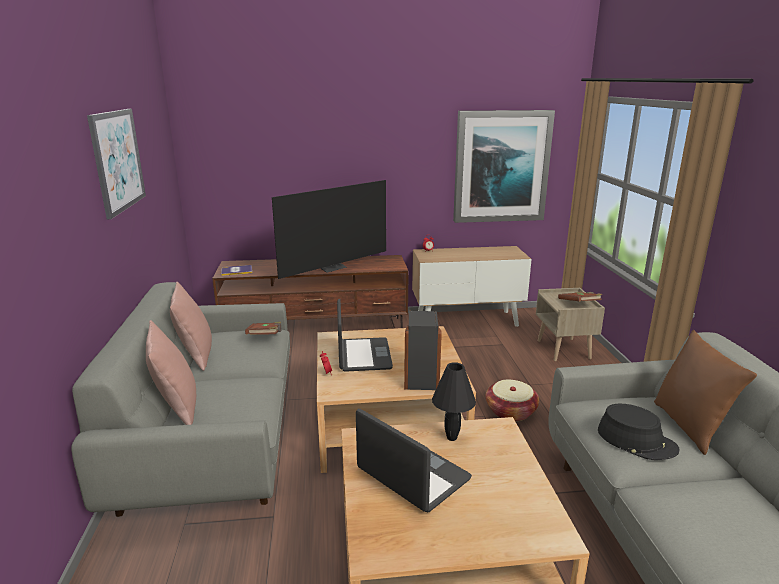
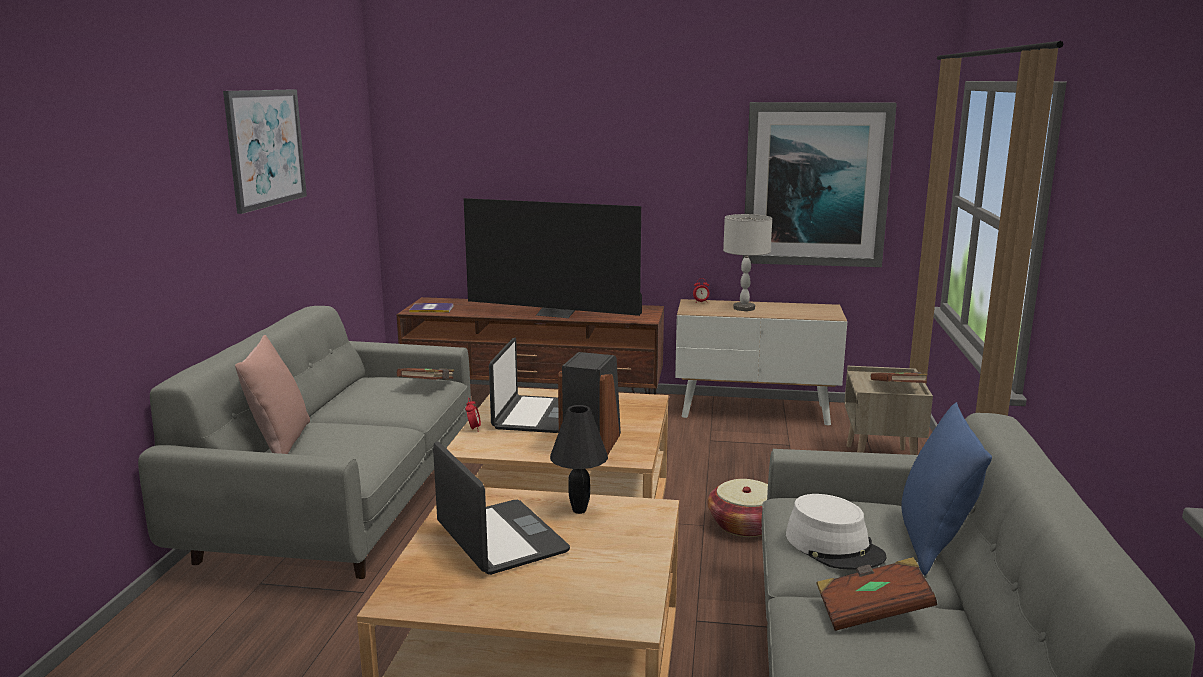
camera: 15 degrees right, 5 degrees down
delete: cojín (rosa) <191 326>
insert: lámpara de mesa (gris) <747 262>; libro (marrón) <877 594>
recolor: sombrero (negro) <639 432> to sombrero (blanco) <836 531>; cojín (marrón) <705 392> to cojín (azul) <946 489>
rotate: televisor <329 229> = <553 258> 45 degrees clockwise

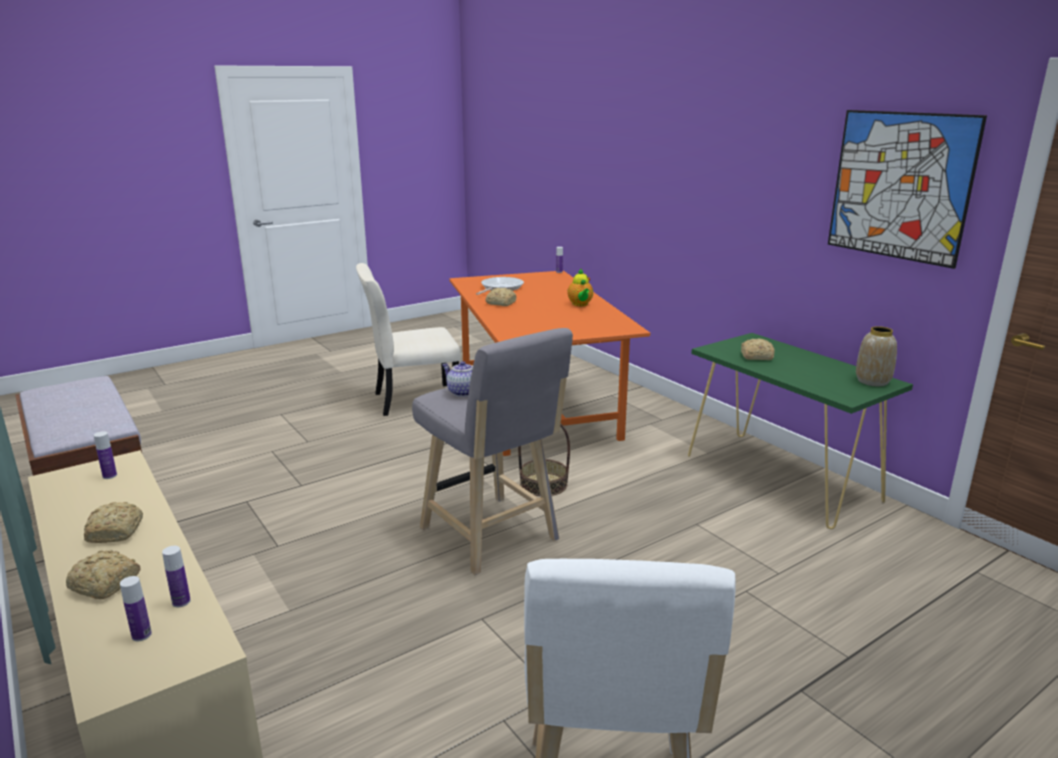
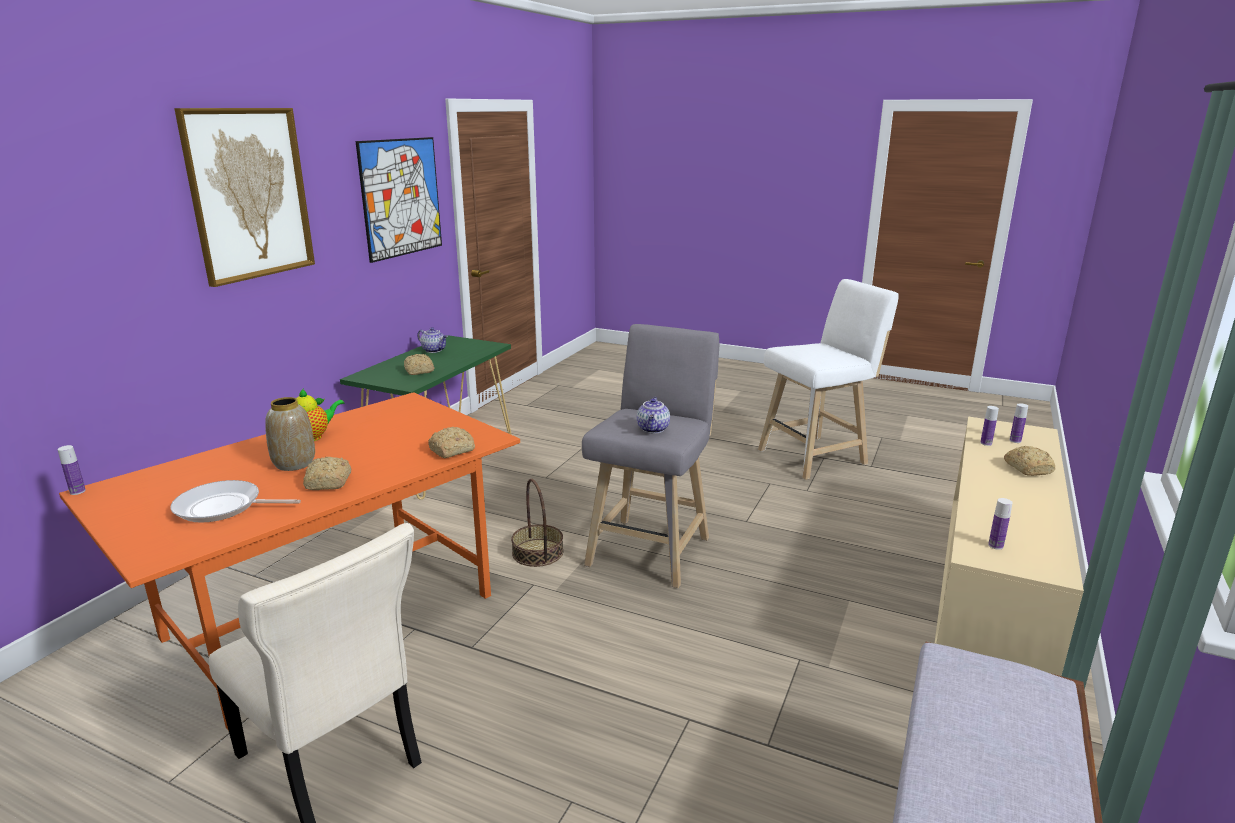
camera: 120 degrees left, 0 degrees up
insert: cuadro <244 197>; tetera <432 340>
move: pan <113 522> to <451 442>; florero <876 356> to <290 434>

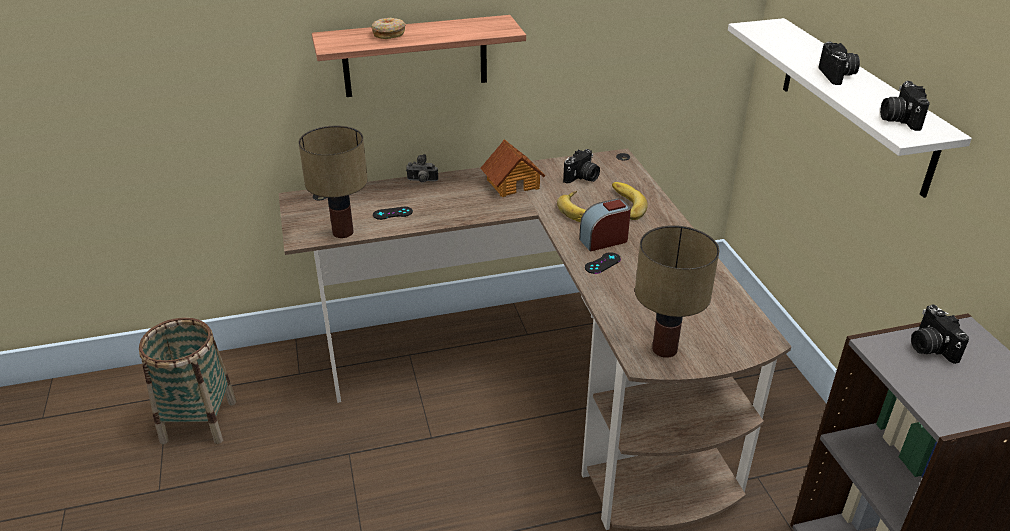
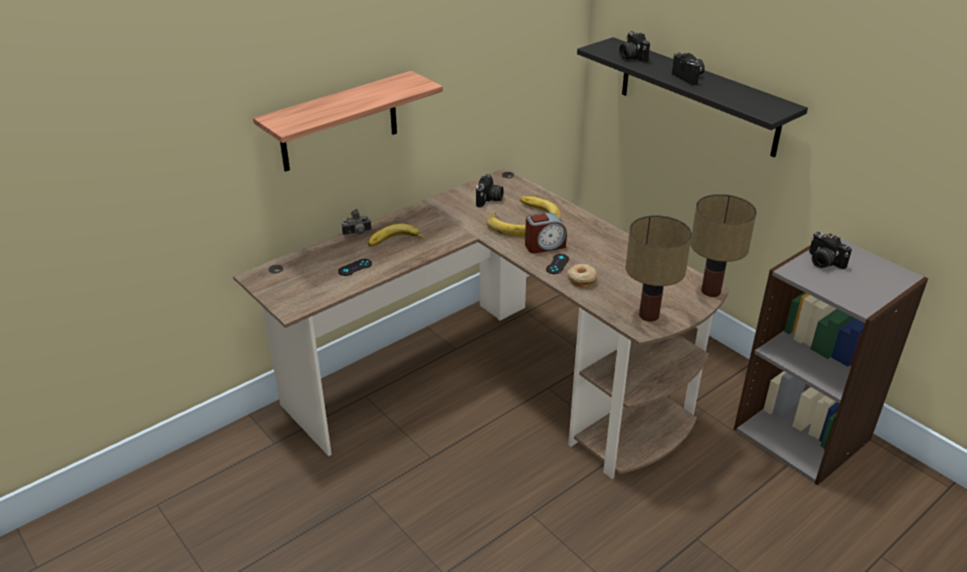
camera: 25 degrees left, 0 degrees up
delete: cesta <188 381>; casita <513 168>
insert: plátano <396 235>
move: lámpara de mesa <333 182> to <723 245>; rosquilla <388 28> to <582 275>; cámara <905 106> to <634 46>
recolor: estante (blanco) <850 108> to estante (negro) <692 97>
rotate: despertador <605 225> = <546 233> 150 degrees counterclockwise

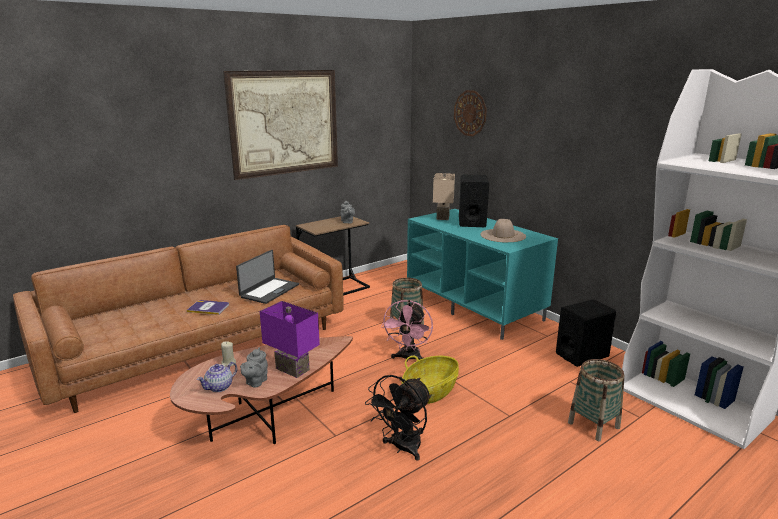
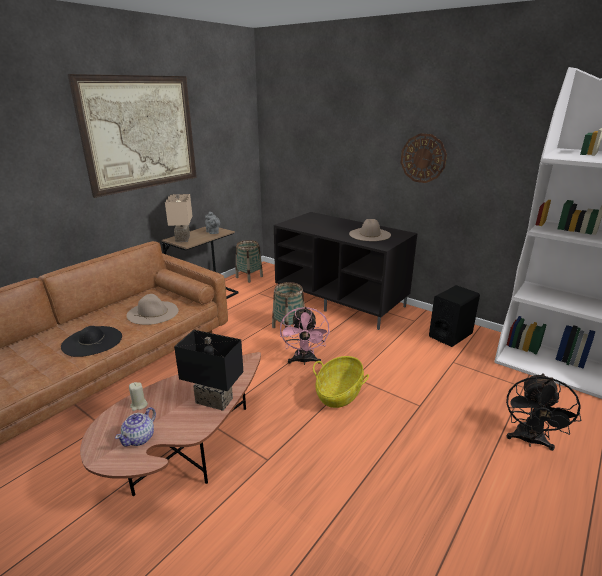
camera: 15 degrees left, 5 degrees up
delete: tetera (gris) <254 367>; altavoz (negro) <474 200>
move: ventilador (negro) <398 418> to <543 412>; lámpara de mesa (beis) <444 196> to <178 218>; reloj de pared <470 113> to <424 158>; cesta <596 400> to <249 261>
replace: libro <208 307> to sombrero (negro) <91 341>; portátil <267 277> to sombrero (beis) <152 309>
recolor: lámpara de mesa (morado) <290 339> to lámpara de mesa (negro) <208 370>; mueble de televisión (turquesa) <482 274> to mueble de televisión (negro) <346 271>

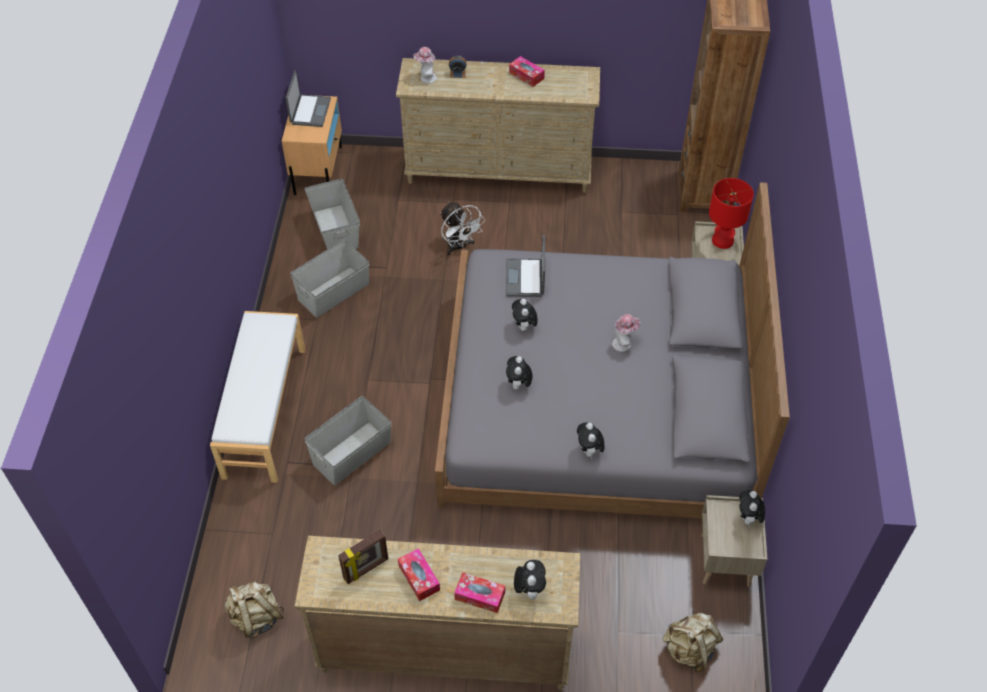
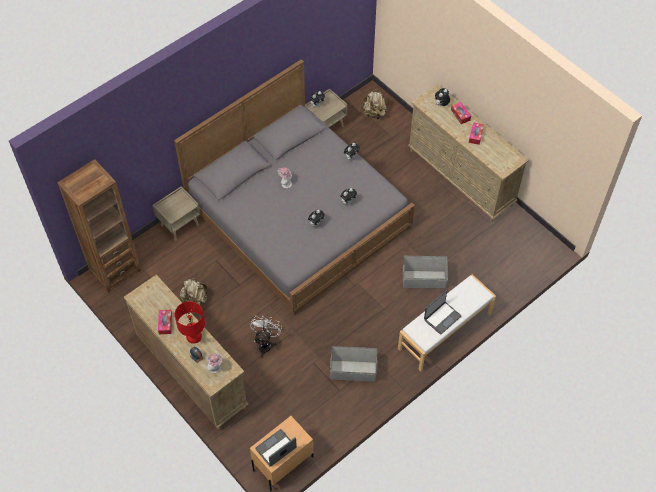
camera: 135 degrees left, 5 degrees up
delete: caja de almacenaje (gris) <332 214>; portarretratos <363 557>
move: mochila (beis) <254 609> to <194 292>; portátil <525 266> to <442 312>; lámpara de mesa (rojo) <731 213> to <190 322>

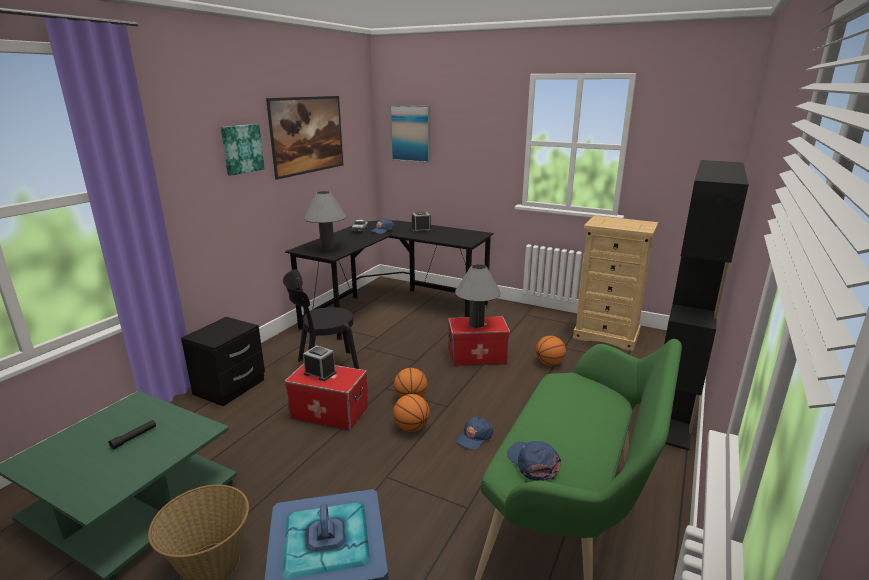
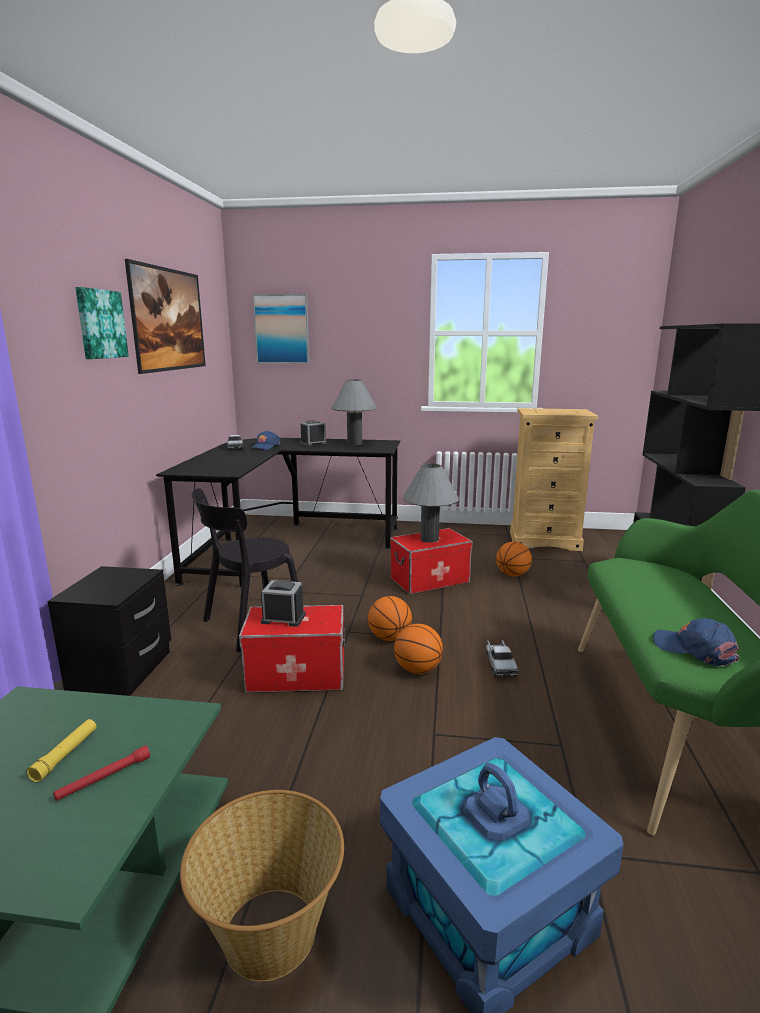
camera: 20 degrees left, 5 degrees down
insert: linterna (rojo) <101 773>
move: lámpara de mesa (gris) <325 221> to <354 412>
replace: gorra (azul) <474 433> to camión de juguete <502 658>
recolor: linterna (negro) <132 435> to linterna (amarillo) <61 750>

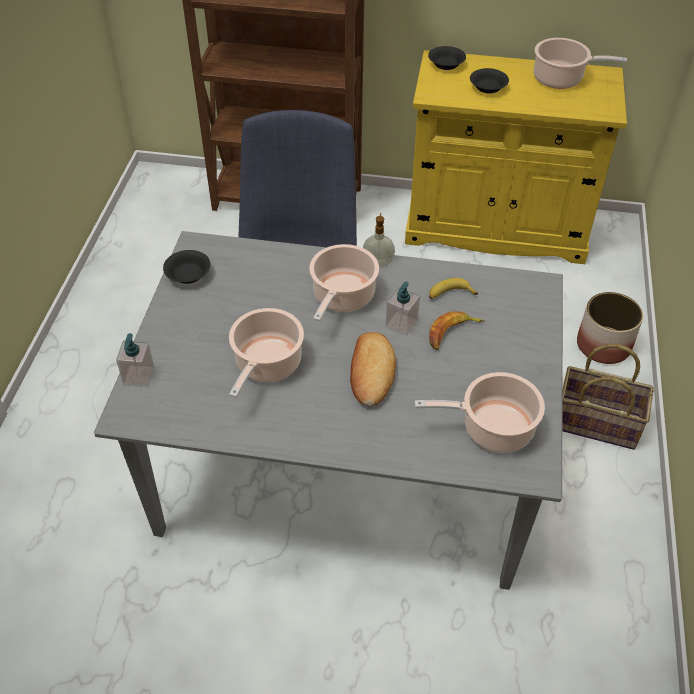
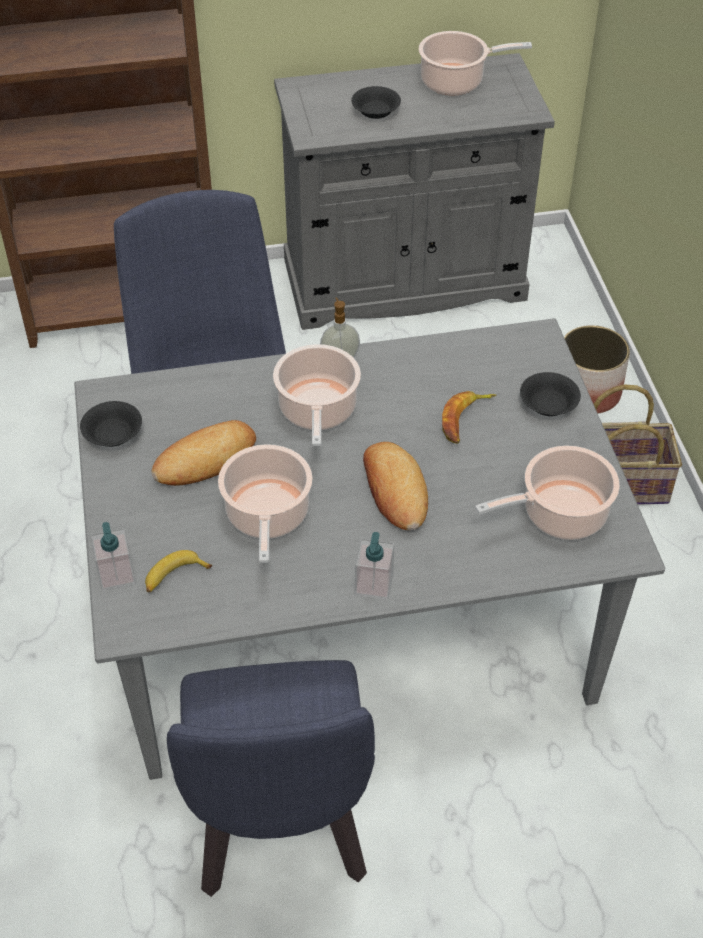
camera: 20 degrees left, 0 degrees up
insert: pan <203 453>; silla (azul) <271 778>
move: dispensador de jabón <402 309> to <374 566>; cuenco (negro) <447 58> to <550 394>; plátano <453 288> to <178 571>
recolor: armario (amarillo) <516 157> to armario (gris) <414 191>

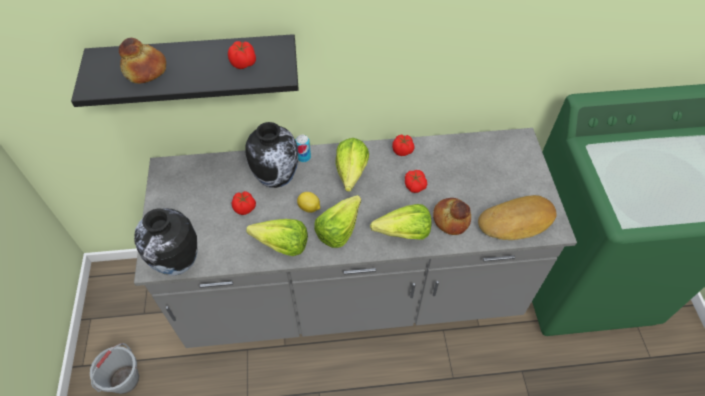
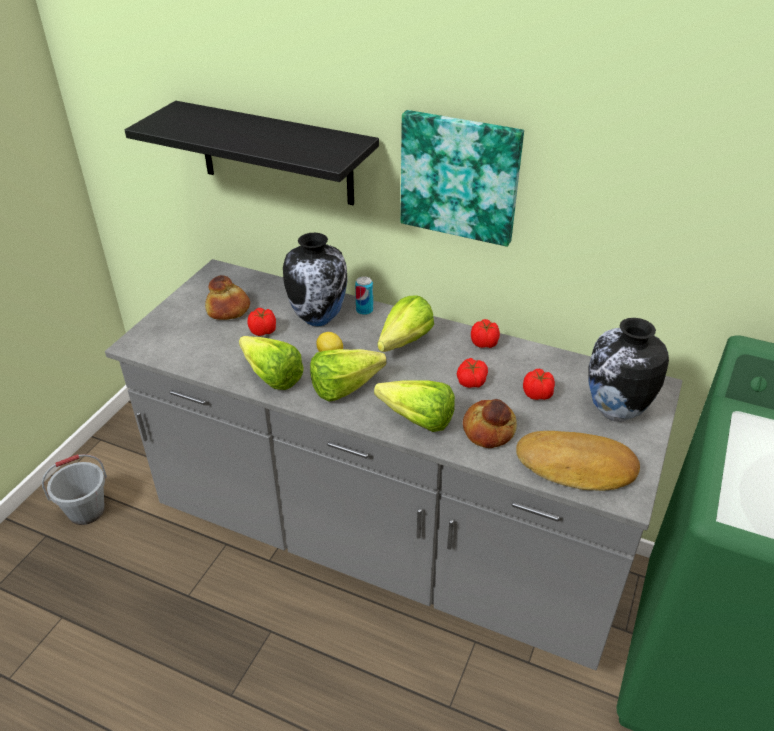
camera: 30 degrees right, 15 degrees down
insert: cuadro <462 178>
move: pan <142 60> to <227 297>; florero <166 242> to <628 370>; tomate <242 55> to <539 384>

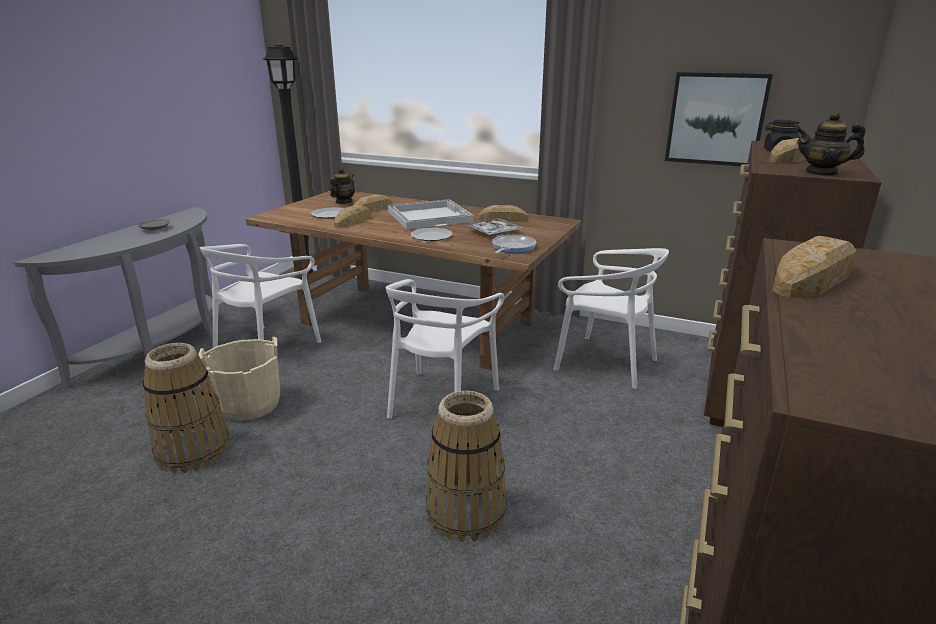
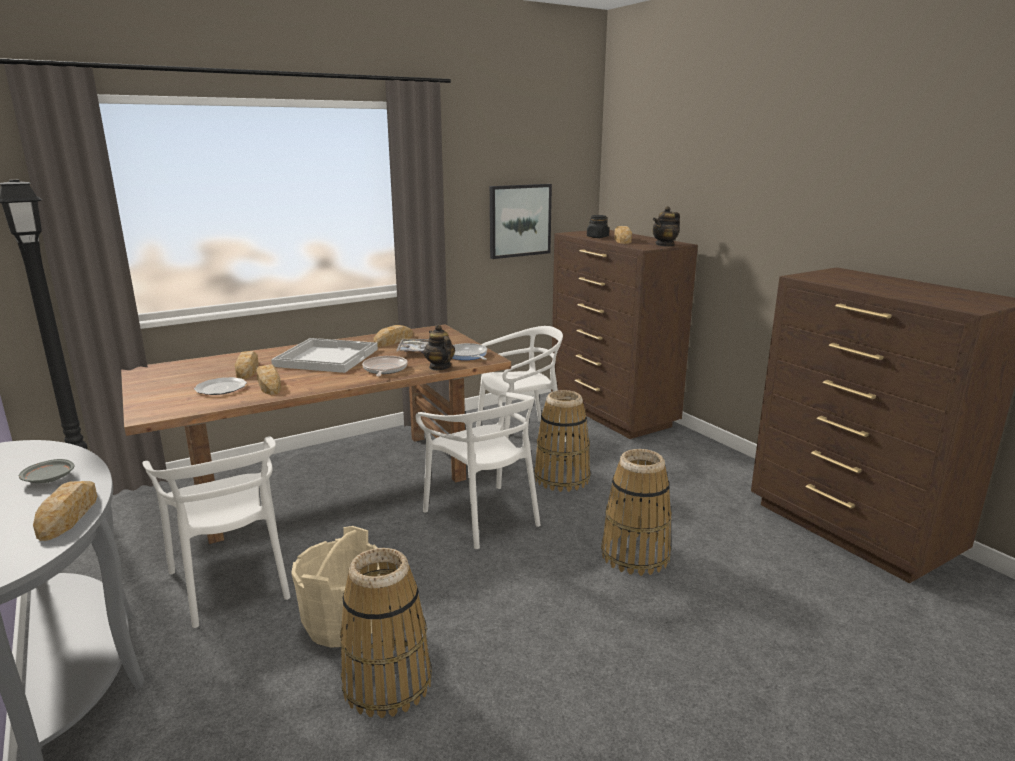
camera: 55 degrees left, 5 degrees down
insert: cesta <562 441>
move: tetera <342 186> to <439 347>; pan <814 267> to <65 511>
replace: plato <432 234> to sartén <384 366>

